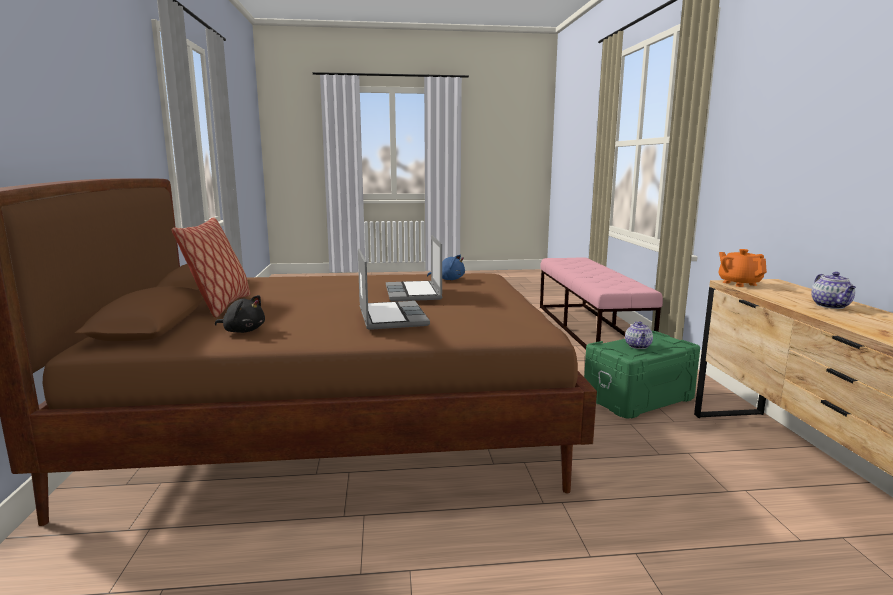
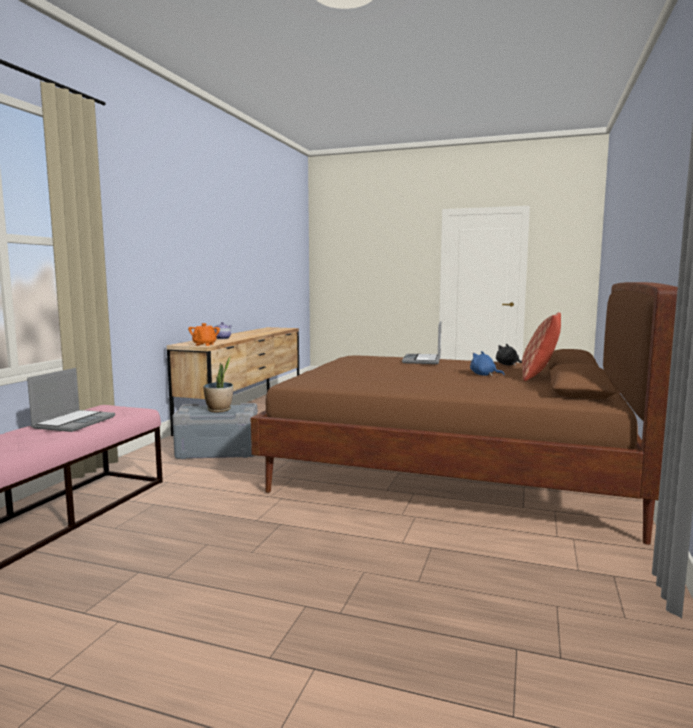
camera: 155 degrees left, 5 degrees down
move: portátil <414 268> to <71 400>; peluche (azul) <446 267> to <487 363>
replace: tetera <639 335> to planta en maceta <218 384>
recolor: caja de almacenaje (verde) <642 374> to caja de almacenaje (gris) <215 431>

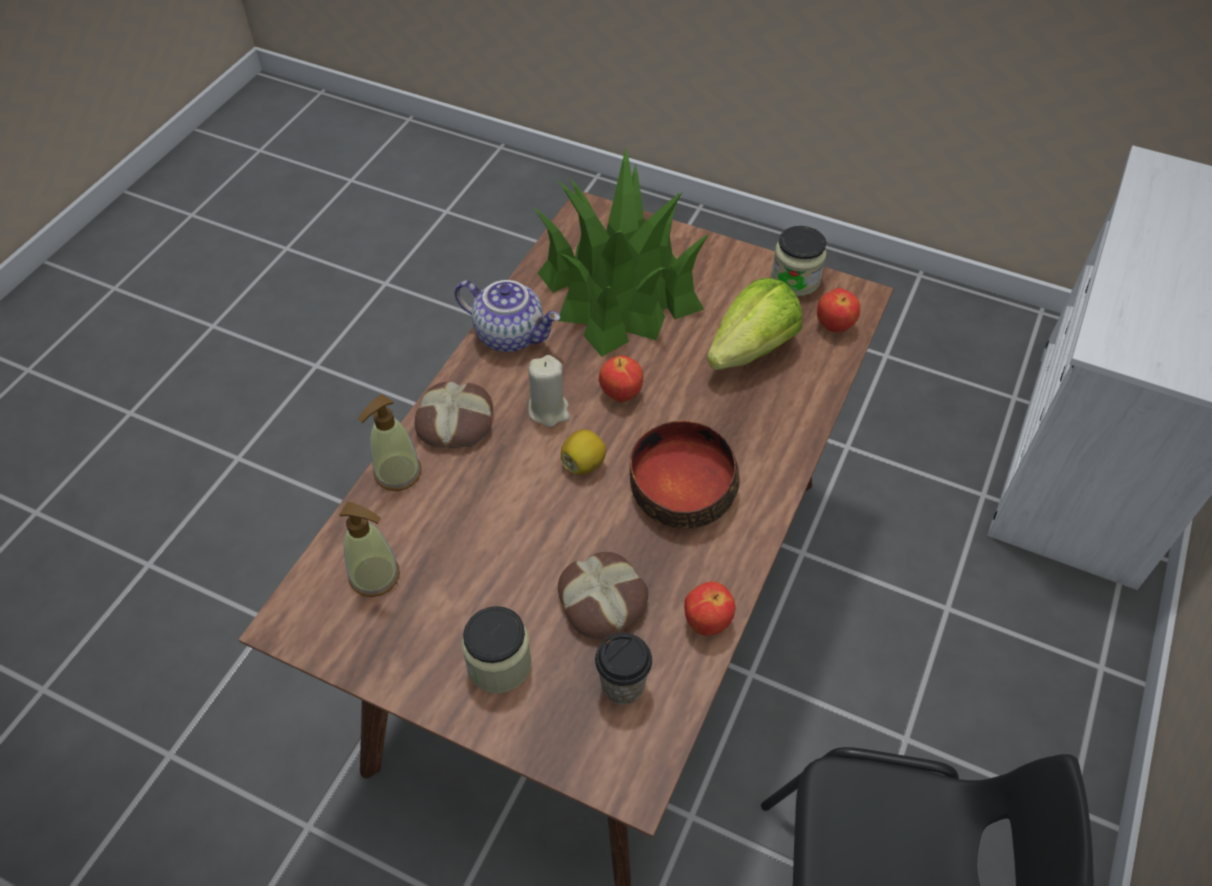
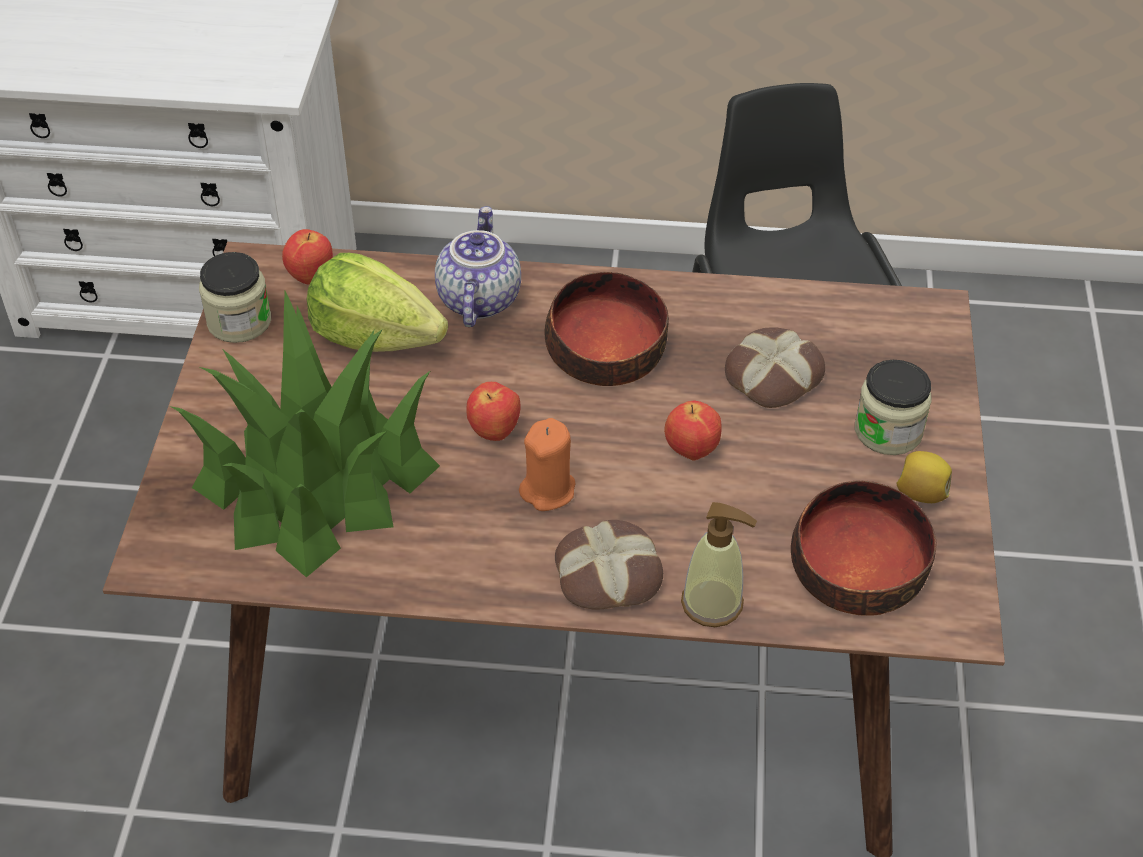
camera: 110 degrees left, 5 degrees down
delete: taza <623 669>
move: tetera <507 316> to <478 266>; limón <583 452> to <924 477>; manzana <709 608> to <692 430>
replace: dispensador de jabón <369 549> to cuenco <863 548>
recolor: vela (beis) <549 391> to vela (naranja) <547 464>

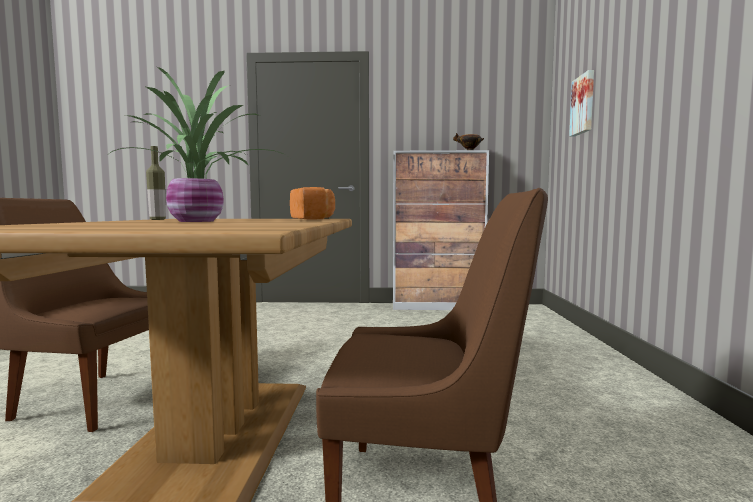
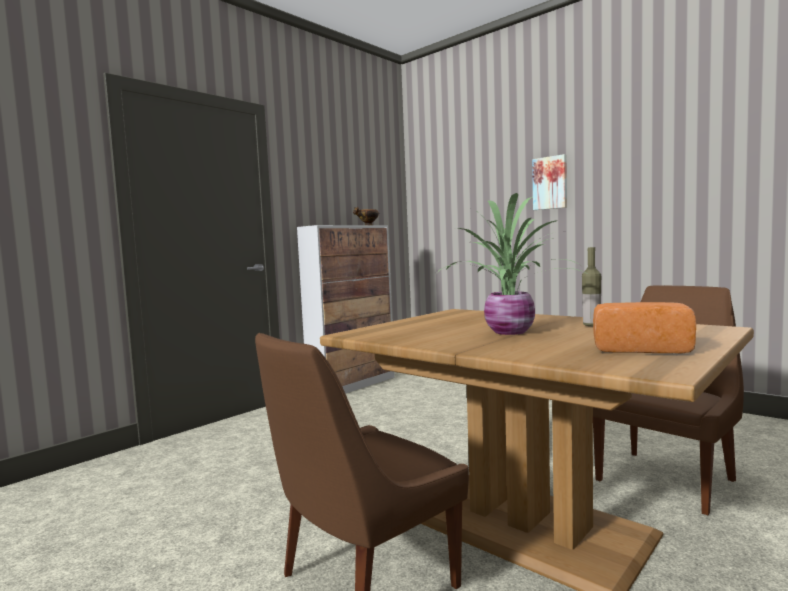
camera: 50 degrees left, 0 degrees up
move: botella <156 183> to <591 286>; pan <312 203> to <644 328>; cuadro <581 103> to <549 182>

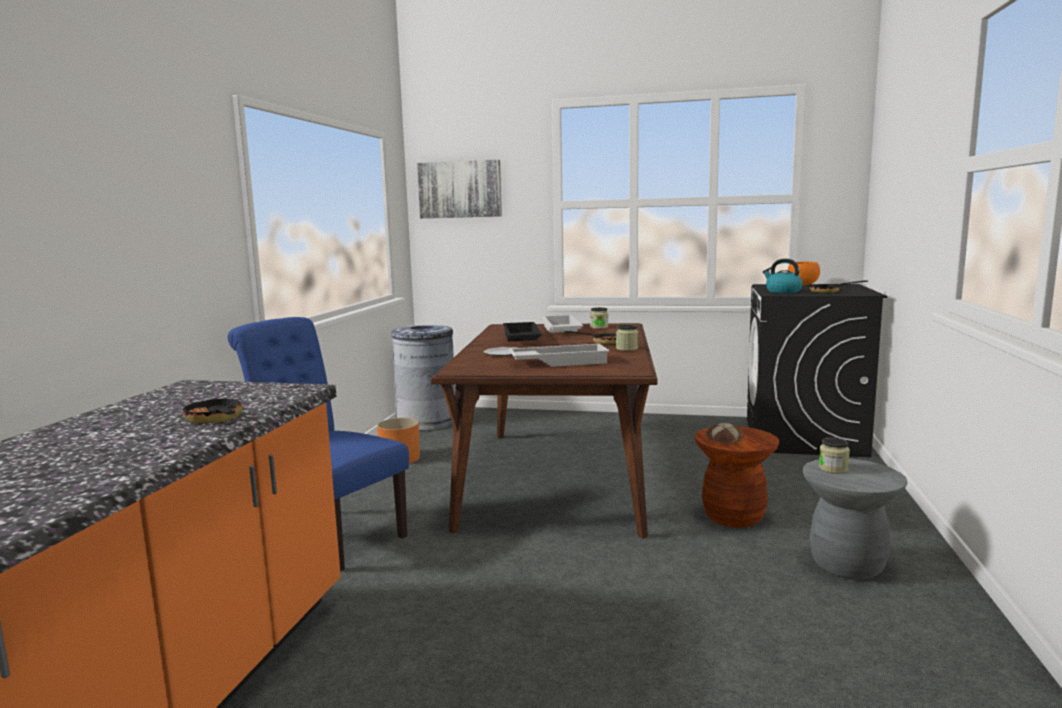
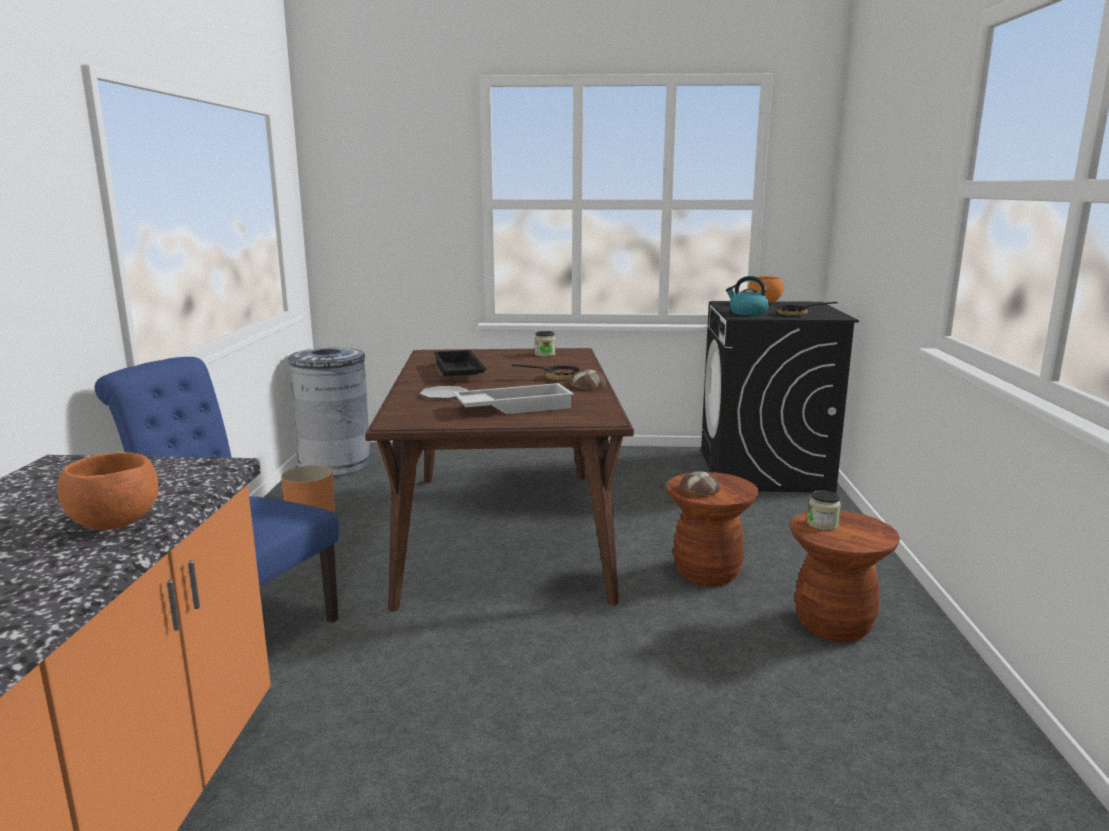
camera: 10 degrees left, 5 degrees up
delete: cuadro <459 189>; bandeja (blanco) <562 324>
replace: sartén <212 409> to cuenco (naranja) <108 491>; tarro <627 338> to pan <587 379>
recolor: taburete (gris) <855 519> to taburete (marrón) <845 576>

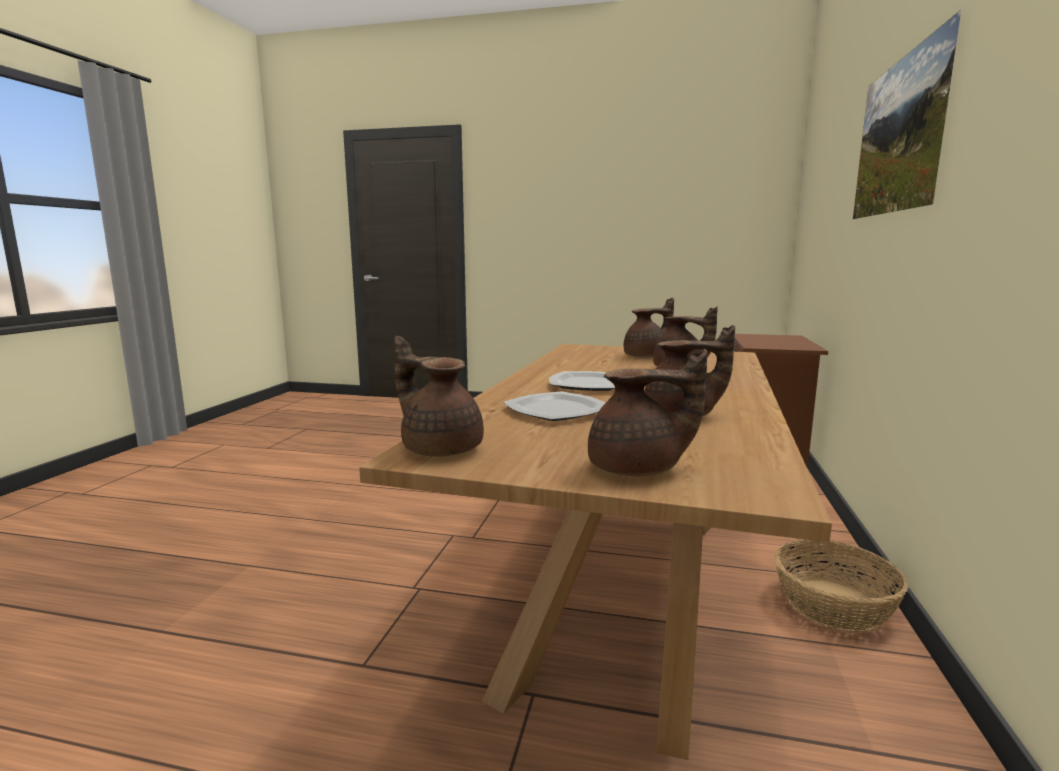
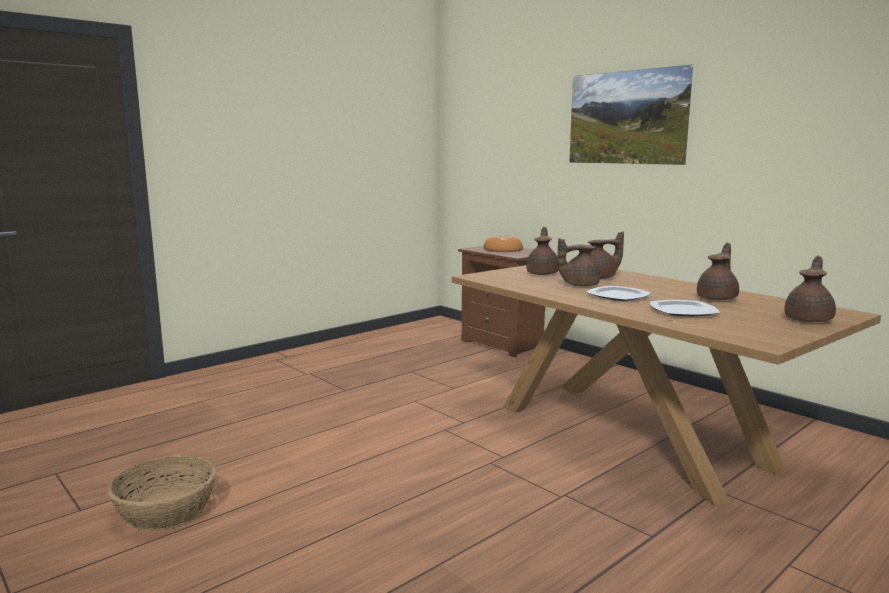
camera: 55 degrees left, 0 degrees up
insert: pan <503 243>
move: tetera (marrón) <439 396> to <578 262>; cesta <841 585> to <162 493>

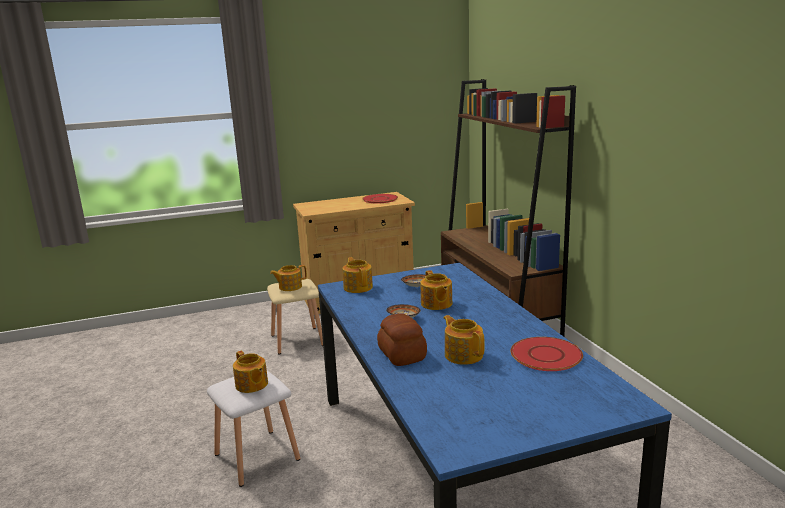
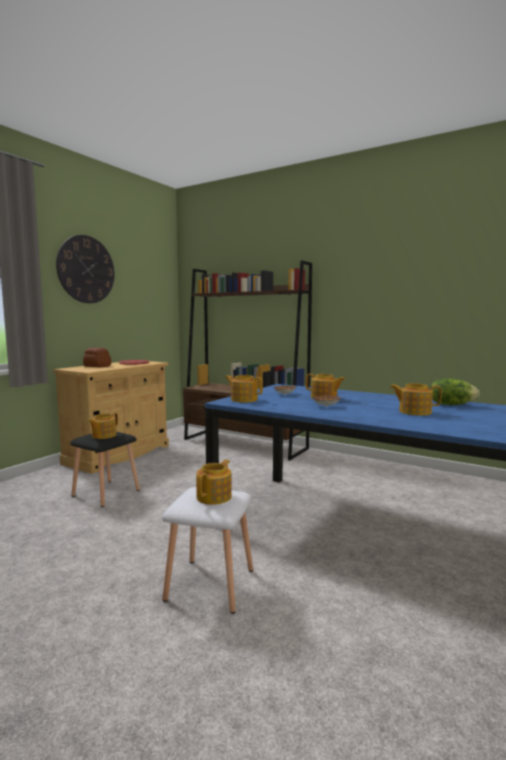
camera: 40 degrees left, 10 degrees down
insert: reloj de pared <85 269>
move: pan <402 339> to <97 357>
replace: plato (rojo) <546 354> to lechuga <454 392>
recolor: taburete (beis) <295 316> to taburete (negro) <105 469>
rotate: tetera <250 372> = <214 482> 75 degrees counterclockwise

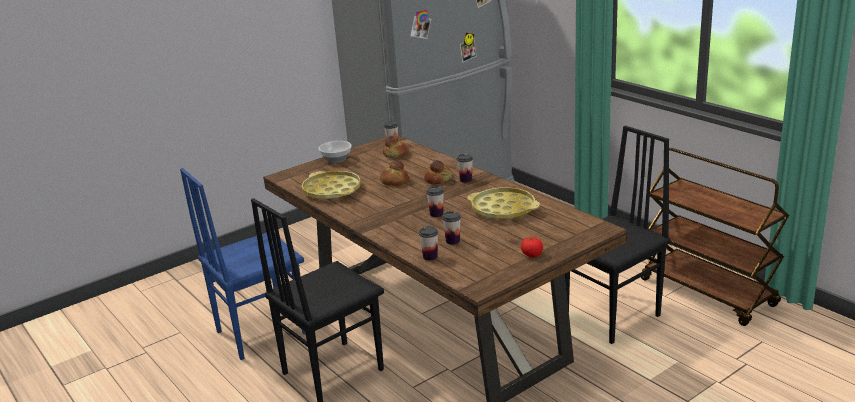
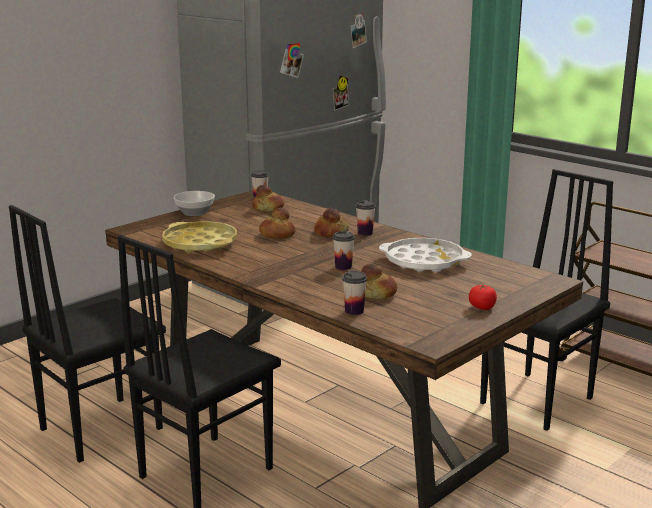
camera: 10 degrees left, 5 degrees down
replace: taza <451 228> to pan <379 281>
recolor: silla (azul) <242 264> to silla (negro) <87 334>; bandeja (amarillo) <503 203> to bandeja (blanco) <425 255>

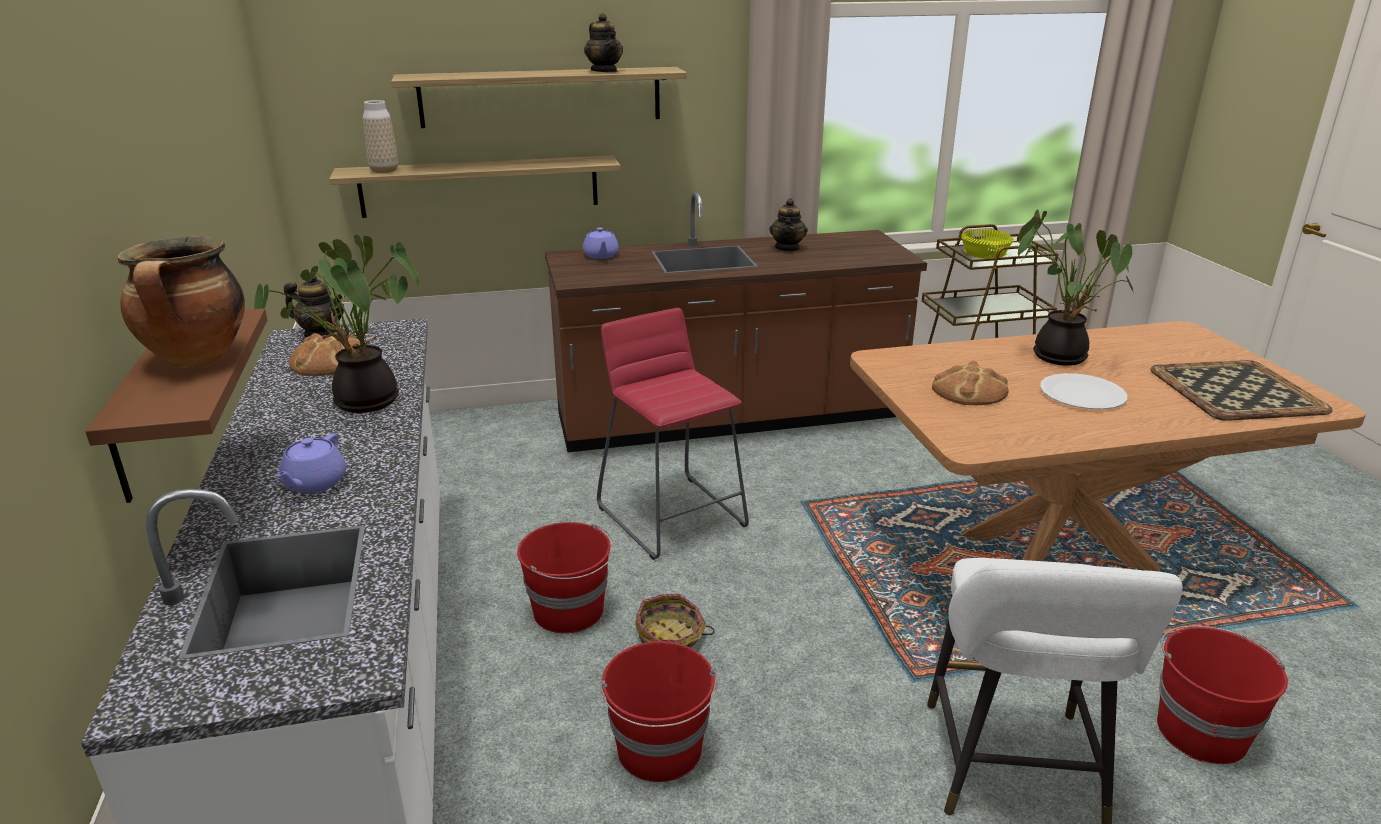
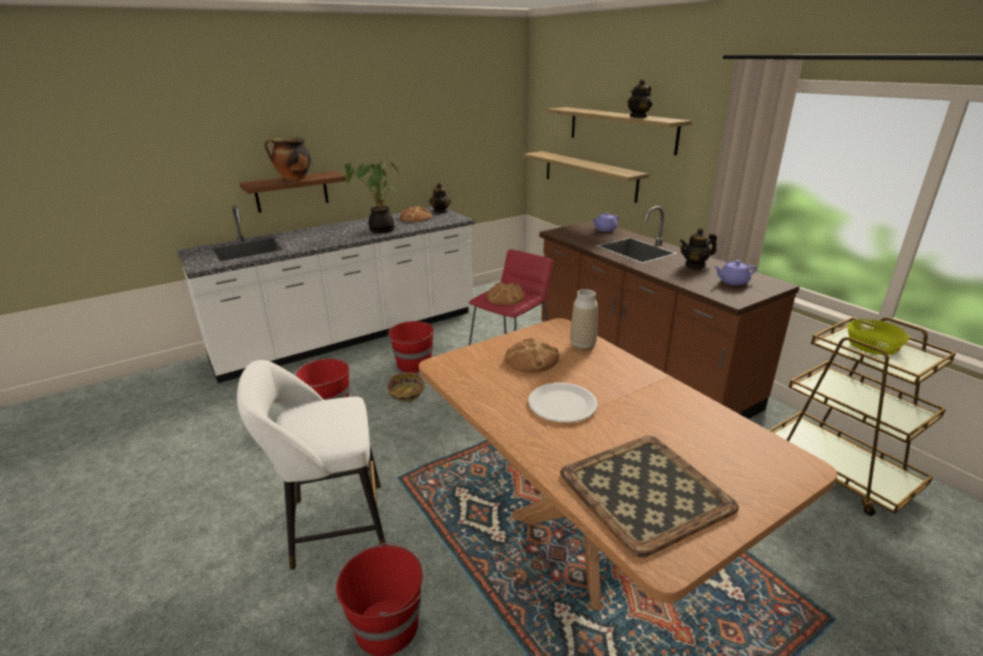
camera: 70 degrees right, 0 degrees up
delete: planta en maceta <1076 287>
insert: pan <505 293>
move: tetera (morado) <311 464> to <735 272>; florero <380 136> to <584 320>

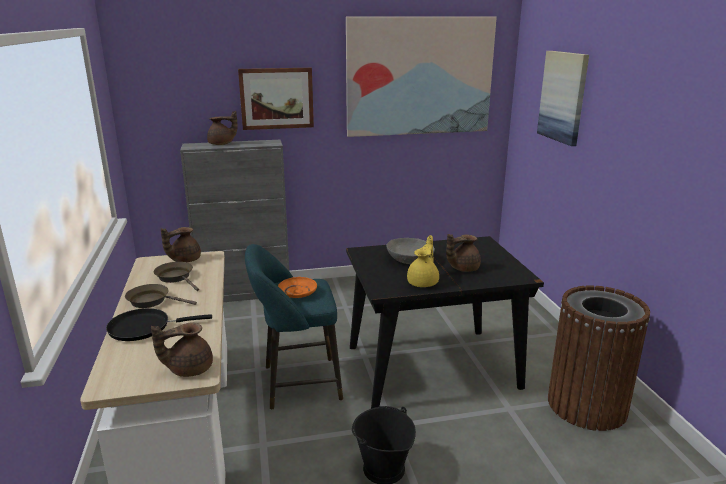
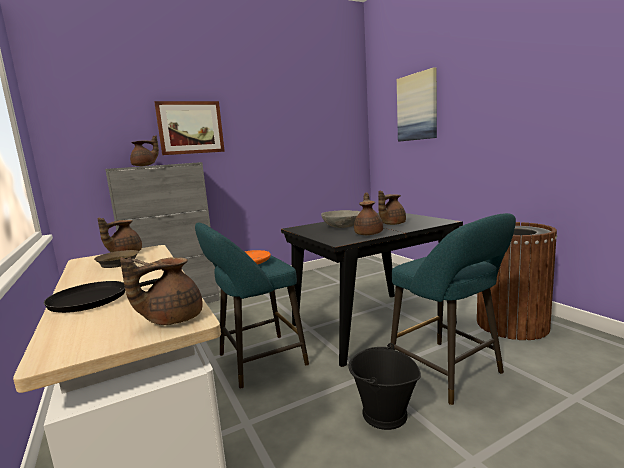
camera: 15 degrees left, 10 degrees down
delete: sartén (marrón) <161 296>; cuadro <421 77>
insert: taburete (turquesa) <453 309>
recolor: tetera (amarillo) <423 261> to tetera (marrón) <368 213>

